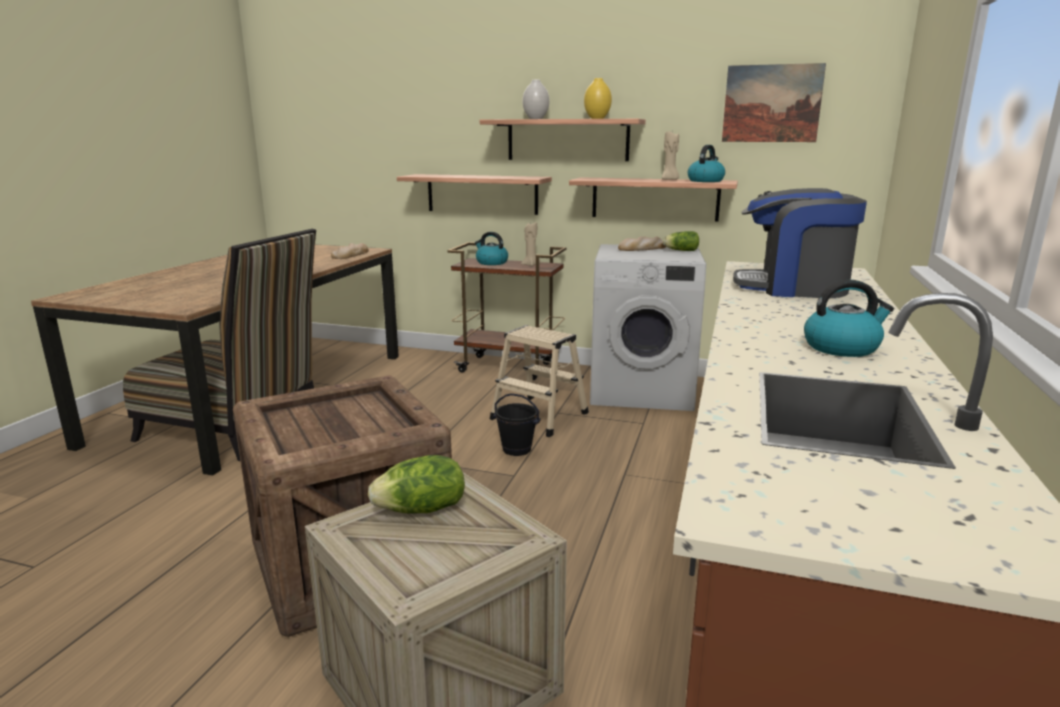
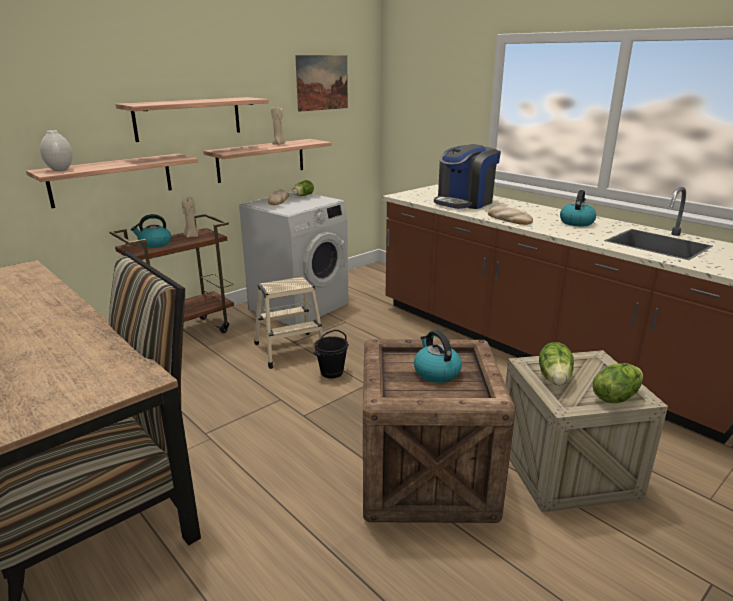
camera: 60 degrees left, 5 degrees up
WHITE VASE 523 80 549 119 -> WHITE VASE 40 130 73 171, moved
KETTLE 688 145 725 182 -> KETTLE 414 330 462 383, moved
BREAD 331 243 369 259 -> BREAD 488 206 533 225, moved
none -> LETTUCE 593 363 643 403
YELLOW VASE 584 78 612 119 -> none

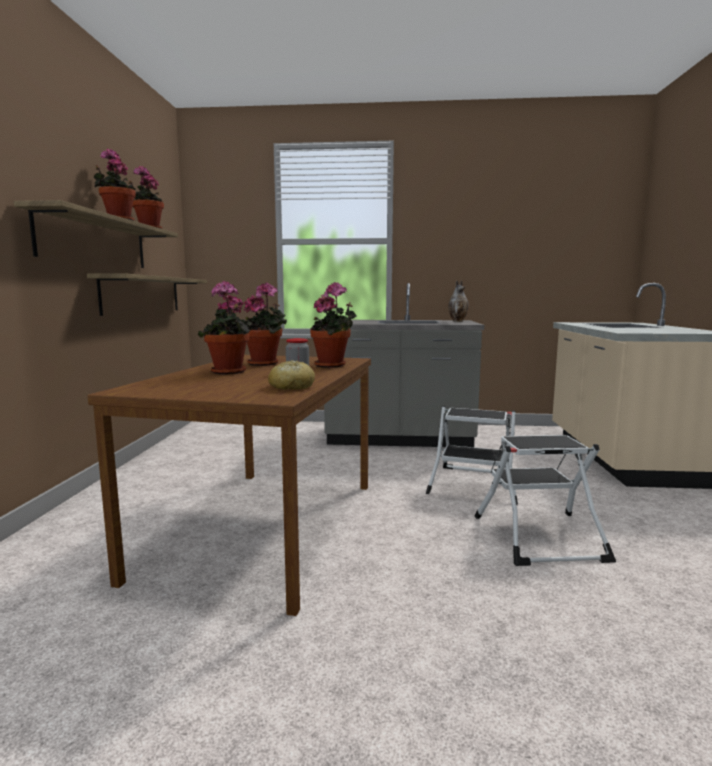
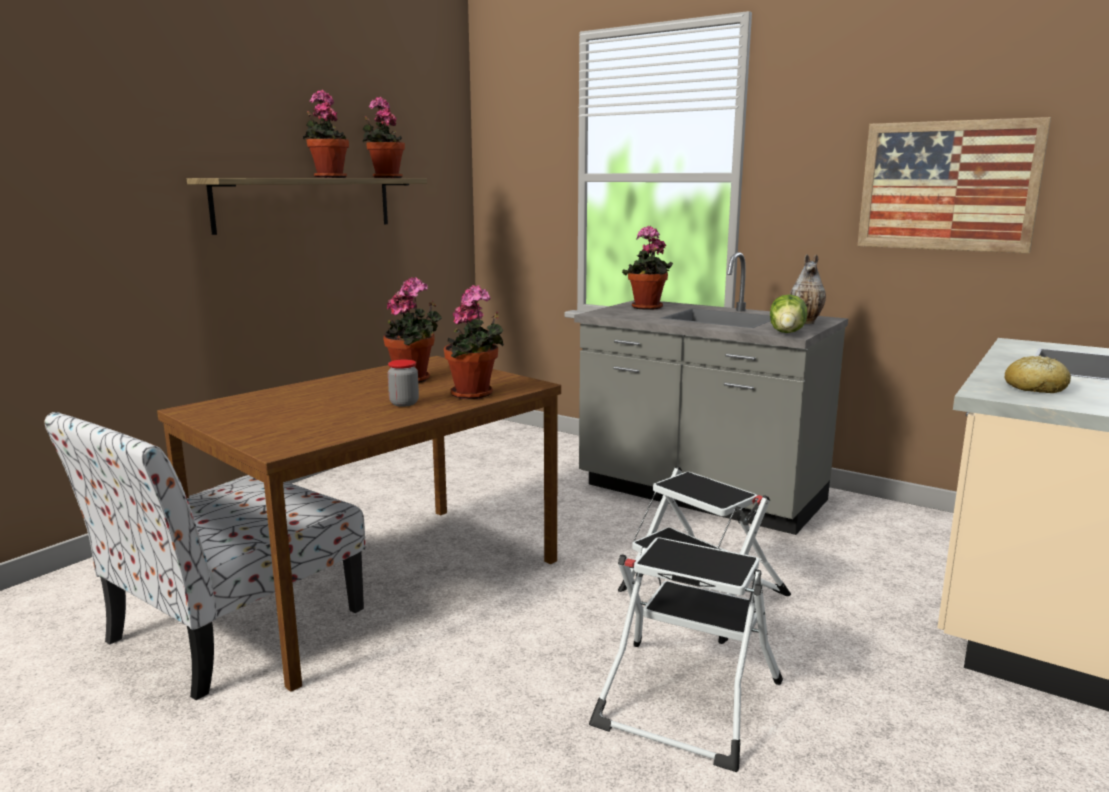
camera: 30 degrees right, 5 degrees up
none -> CHAIR 44 412 365 700
POTTED PLANT 198 281 252 375 -> POTTED PLANT 622 226 673 310, moved
none -> LETTUCE 770 294 807 333
none -> PICTURE 857 117 1051 254
BREAD 268 360 315 390 -> BREAD 1005 355 1071 393, moved
SHELF 87 273 207 316 -> none

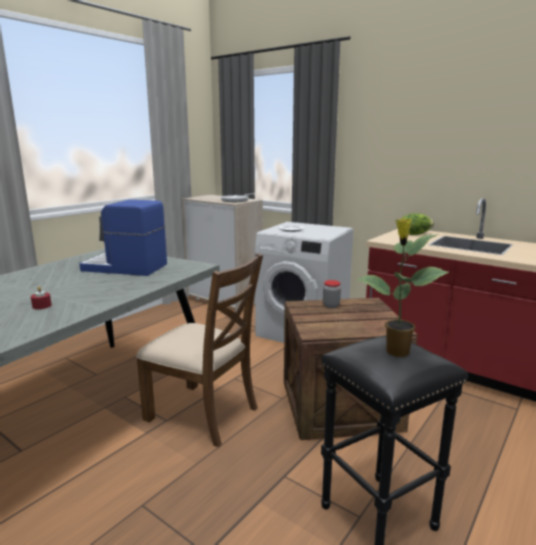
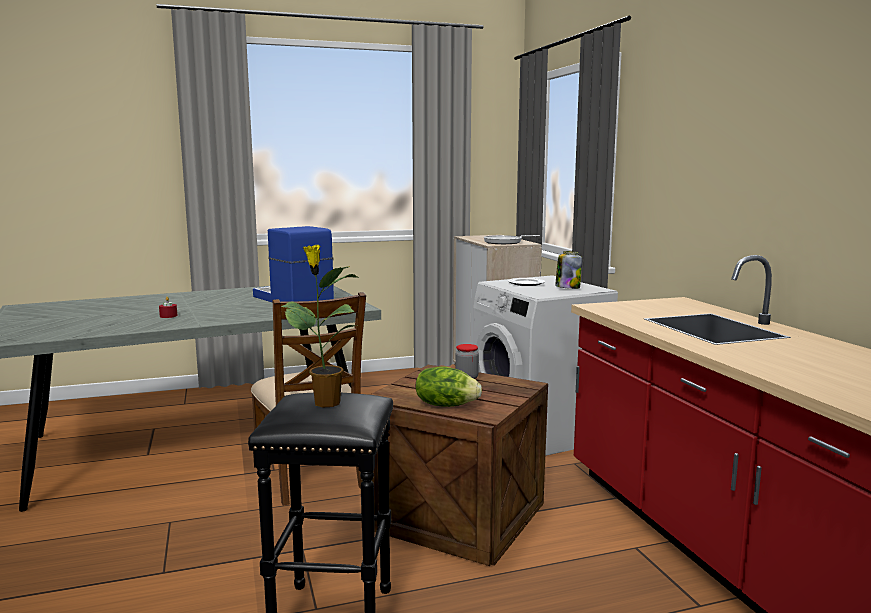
camera: 35 degrees right, 5 degrees down
LETTUCE 400 213 434 235 -> LETTUCE 416 367 482 407, moved
none -> JAR 555 251 583 289

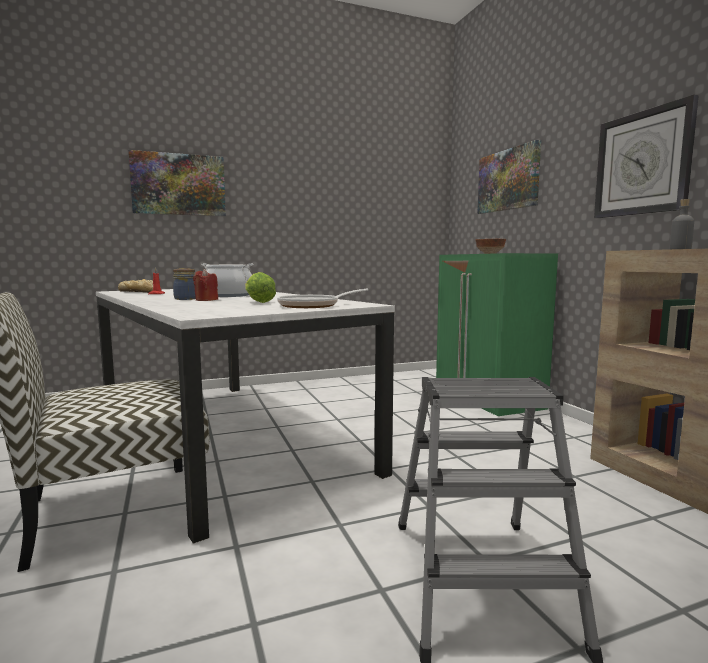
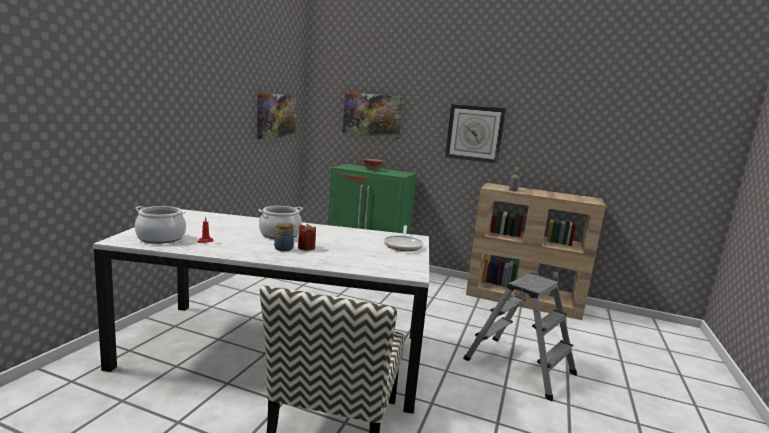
camera: 50 degrees left, 5 degrees up
BREAD 118 279 161 293 -> COOKING POT 135 206 186 244
PICTURE 129 150 226 216 -> PICTURE 257 92 297 139, moved
LETTUCE 245 272 276 303 -> none

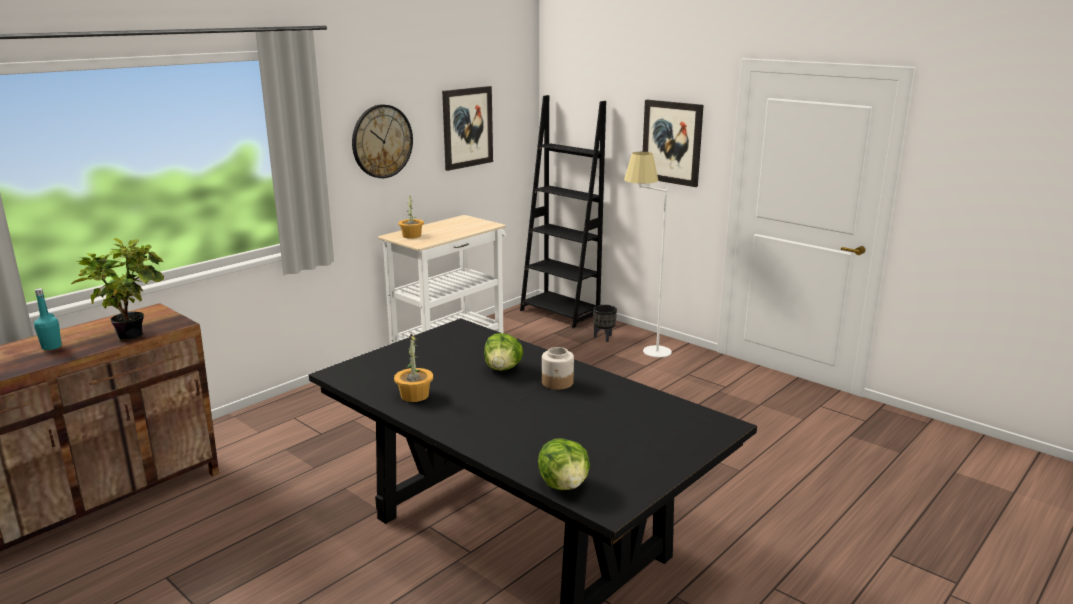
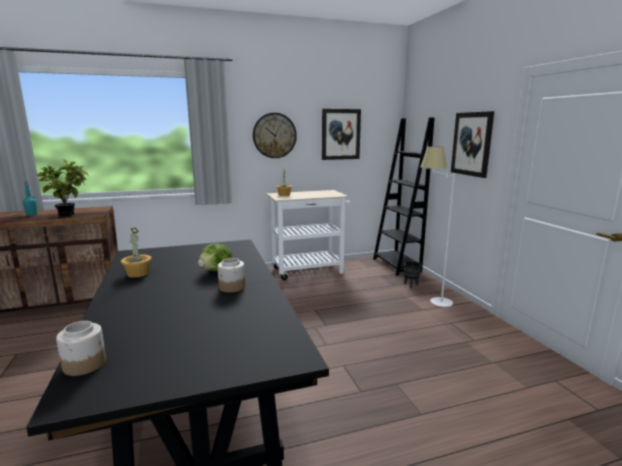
camera: 30 degrees right, 5 degrees down
LETTUCE 538 438 590 490 -> JAR 56 321 106 376

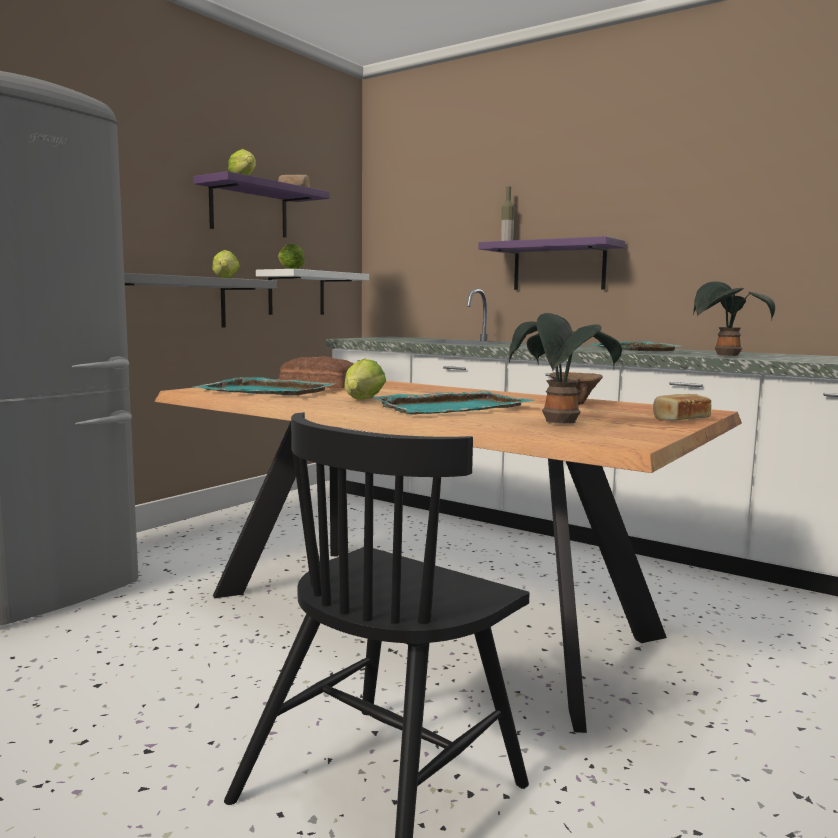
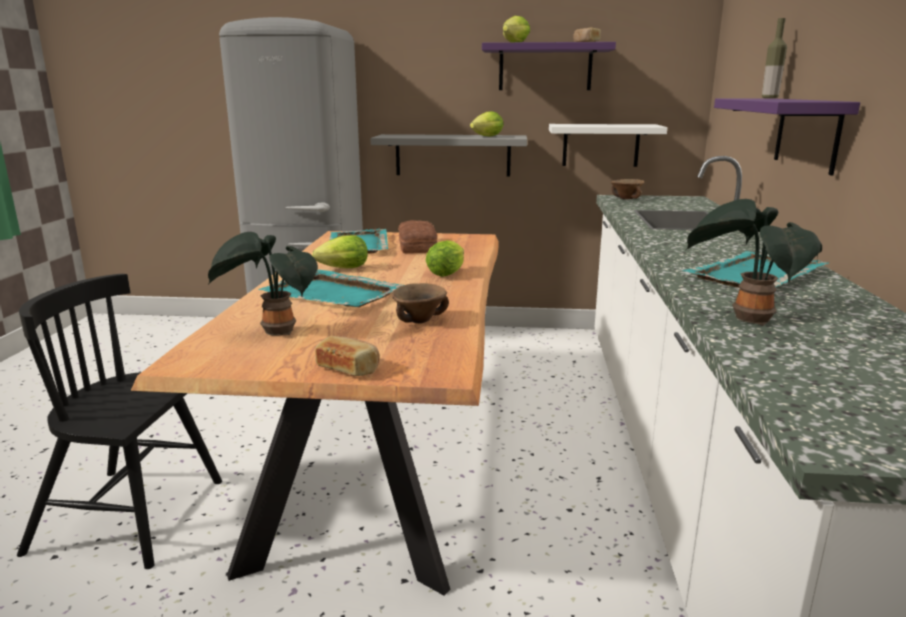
camera: 60 degrees right, 10 degrees up
LETTUCE 278 244 305 269 -> LETTUCE 426 240 464 277, moved
none -> BROWN BOWL 611 179 644 200

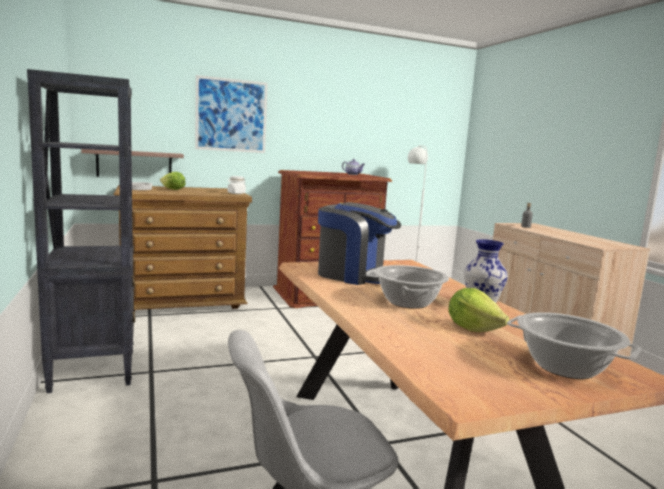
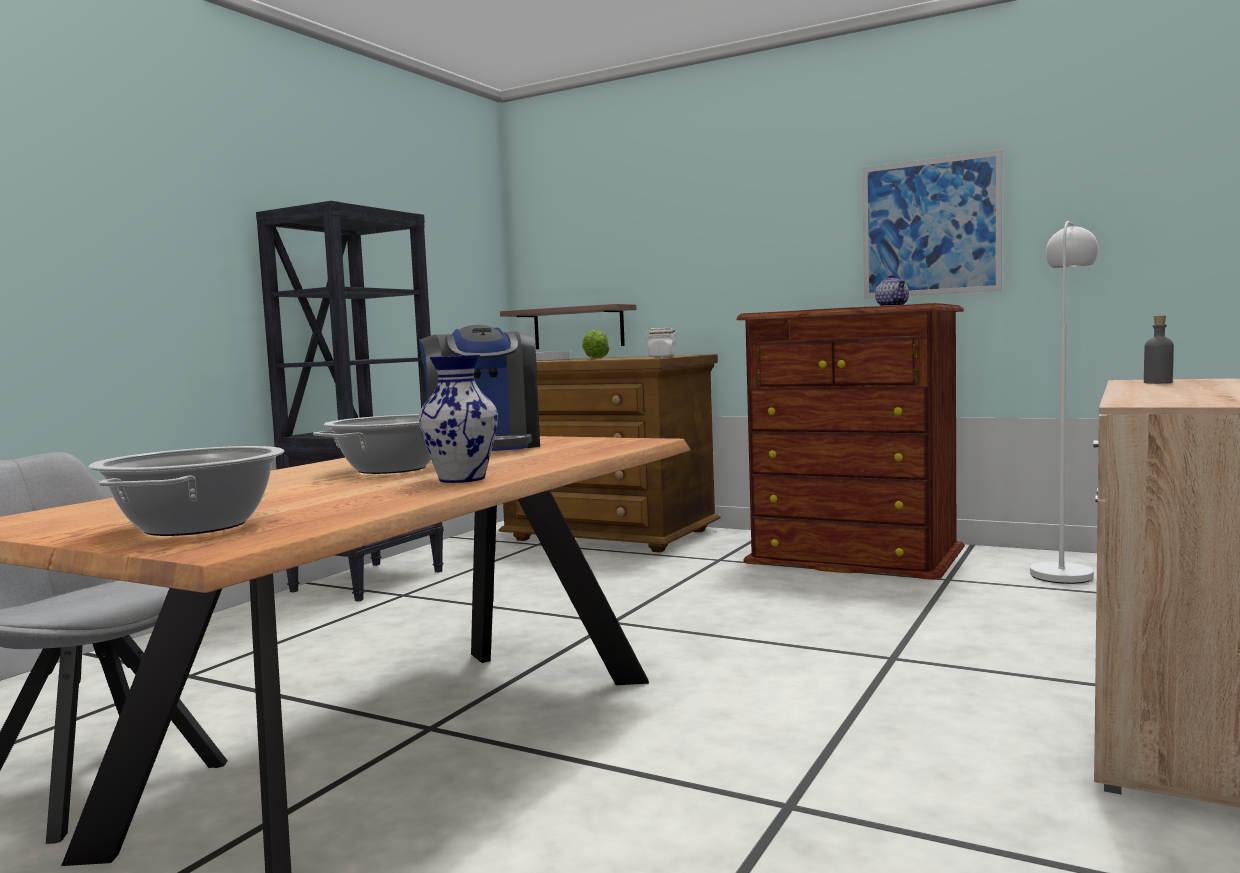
camera: 50 degrees right, 5 degrees down
PICTURE 195 75 268 153 -> PICTURE 862 150 1002 298, moved
LETTUCE 448 288 509 332 -> none

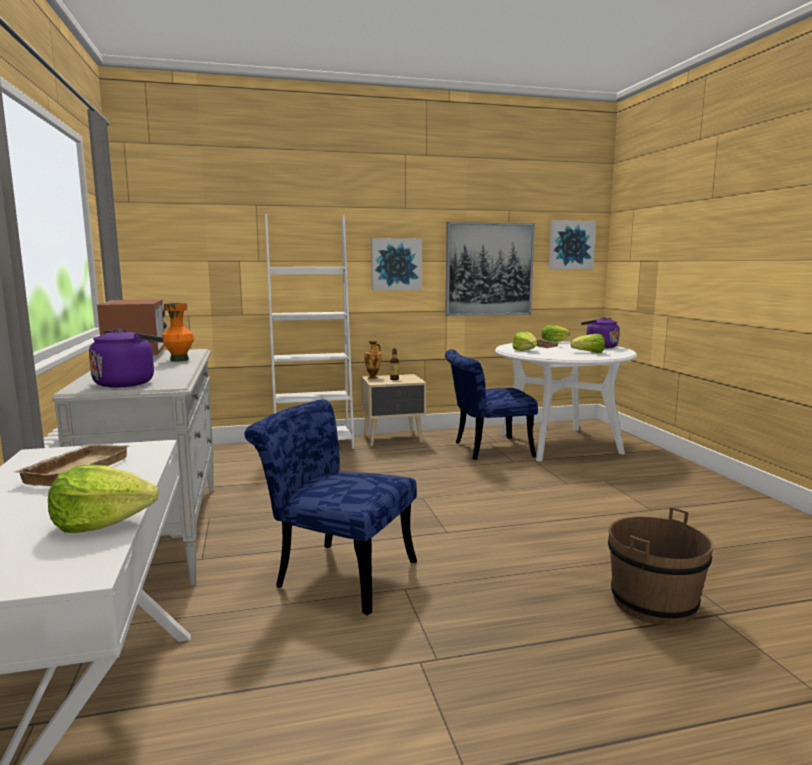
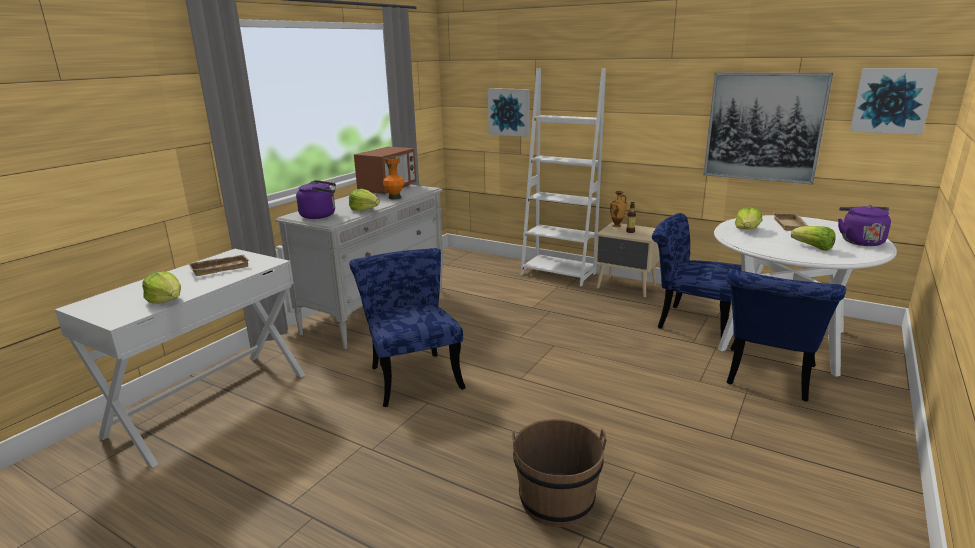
camera: 45 degrees right, 10 degrees up
LETTUCE 541 325 570 342 -> LETTUCE 349 189 380 211, moved
PICTURE 371 238 422 290 -> PICTURE 488 88 530 137, moved
none -> BLUE CHAIR 726 269 846 401

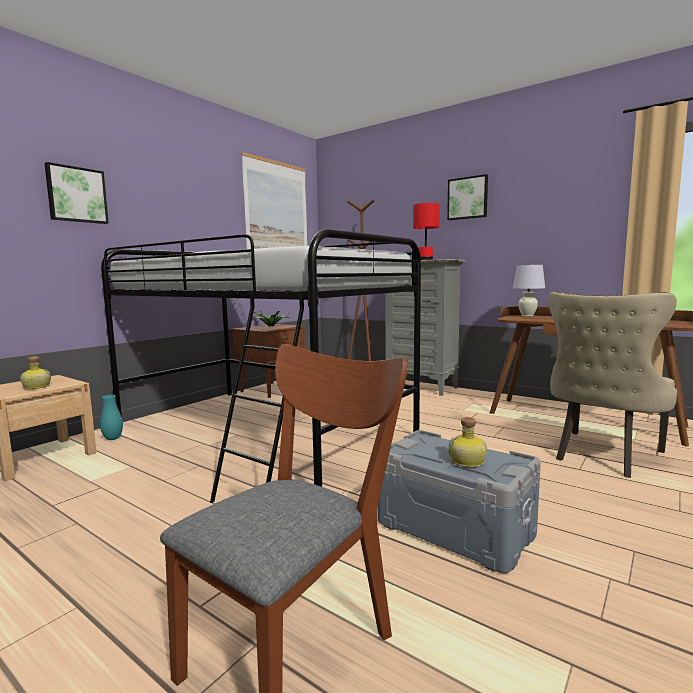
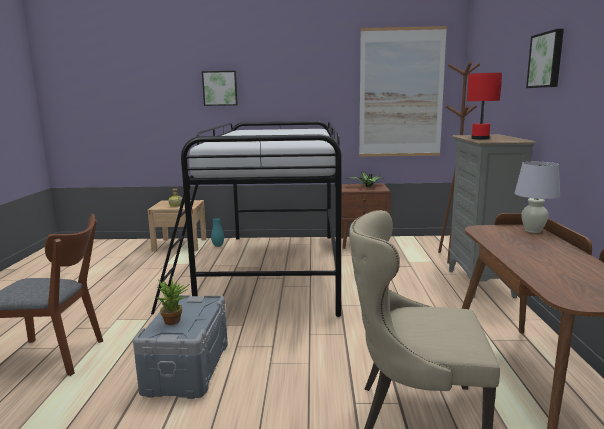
camera: 55 degrees right, 5 degrees up
BOTTLE 449 417 487 467 -> POTTED PLANT 155 276 190 325

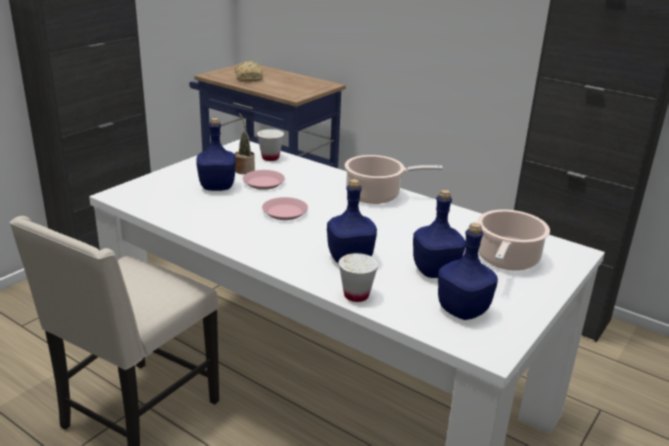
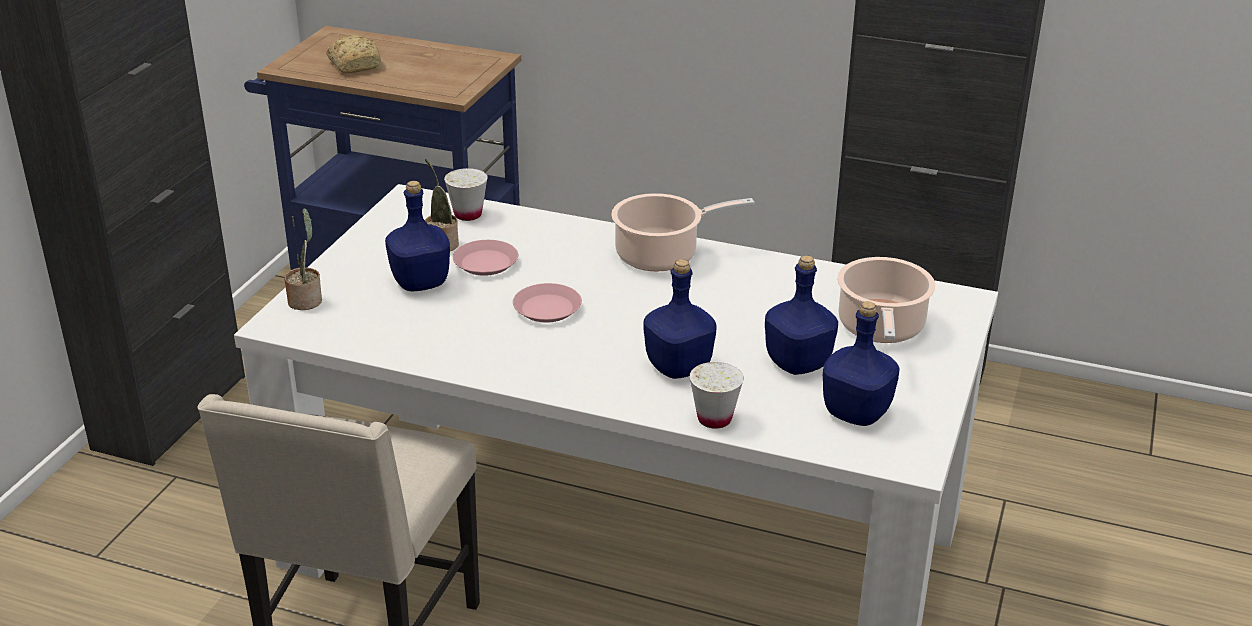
camera: 15 degrees left, 5 degrees up
none -> POTTED PLANT 284 208 322 310

